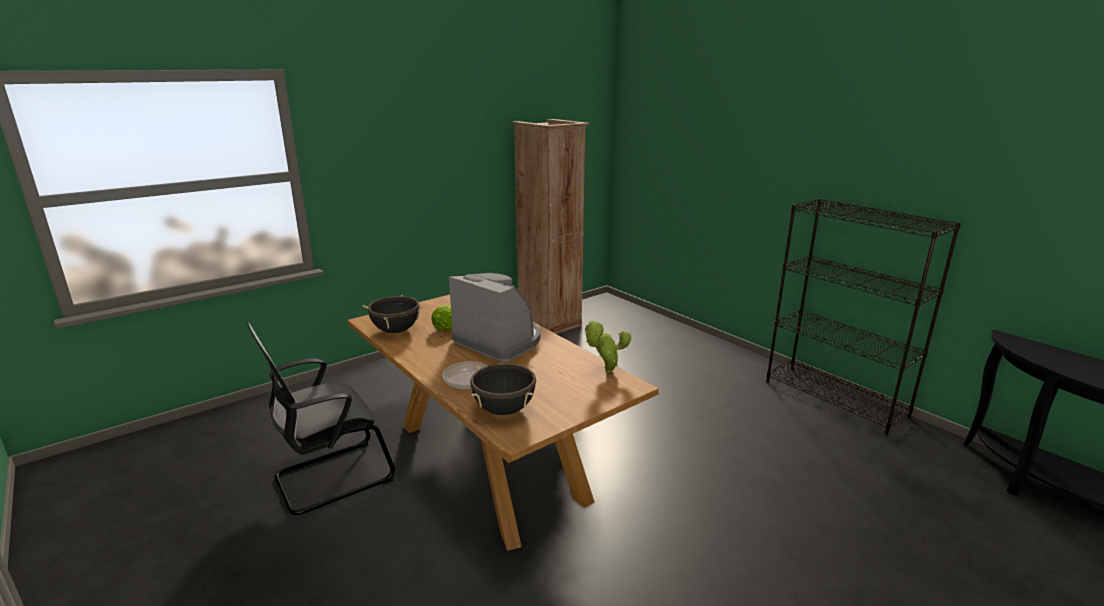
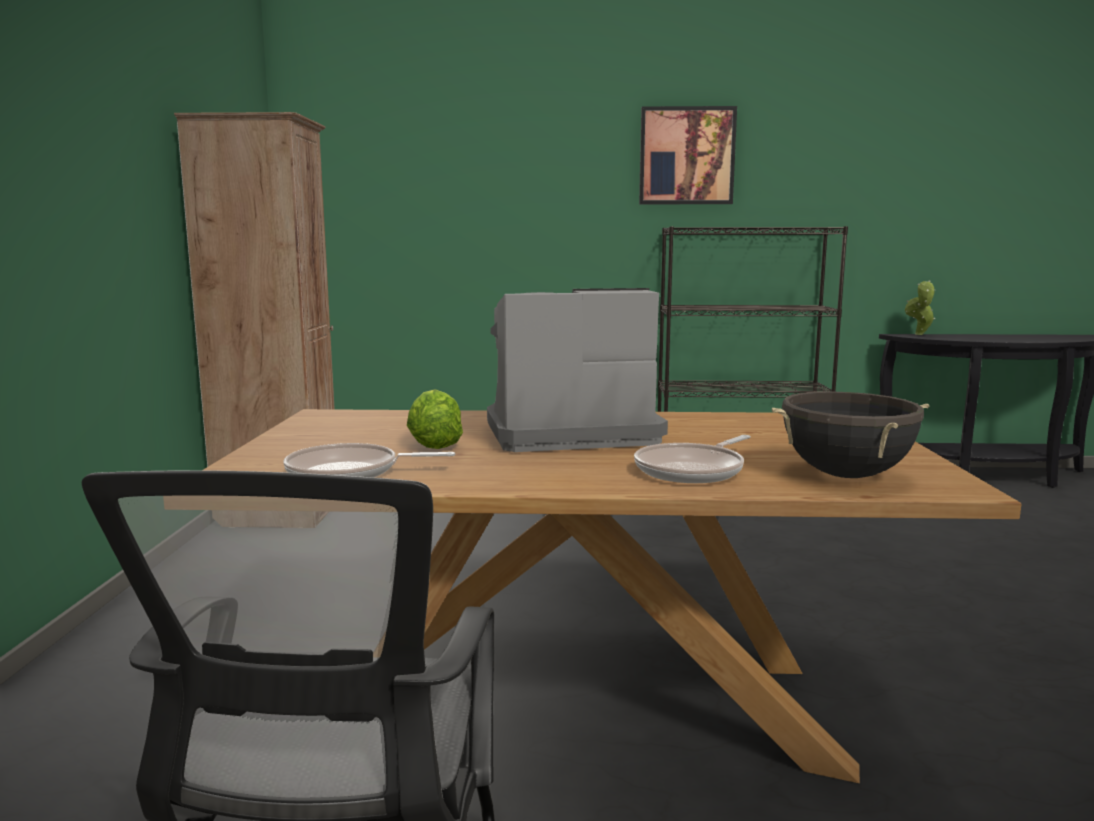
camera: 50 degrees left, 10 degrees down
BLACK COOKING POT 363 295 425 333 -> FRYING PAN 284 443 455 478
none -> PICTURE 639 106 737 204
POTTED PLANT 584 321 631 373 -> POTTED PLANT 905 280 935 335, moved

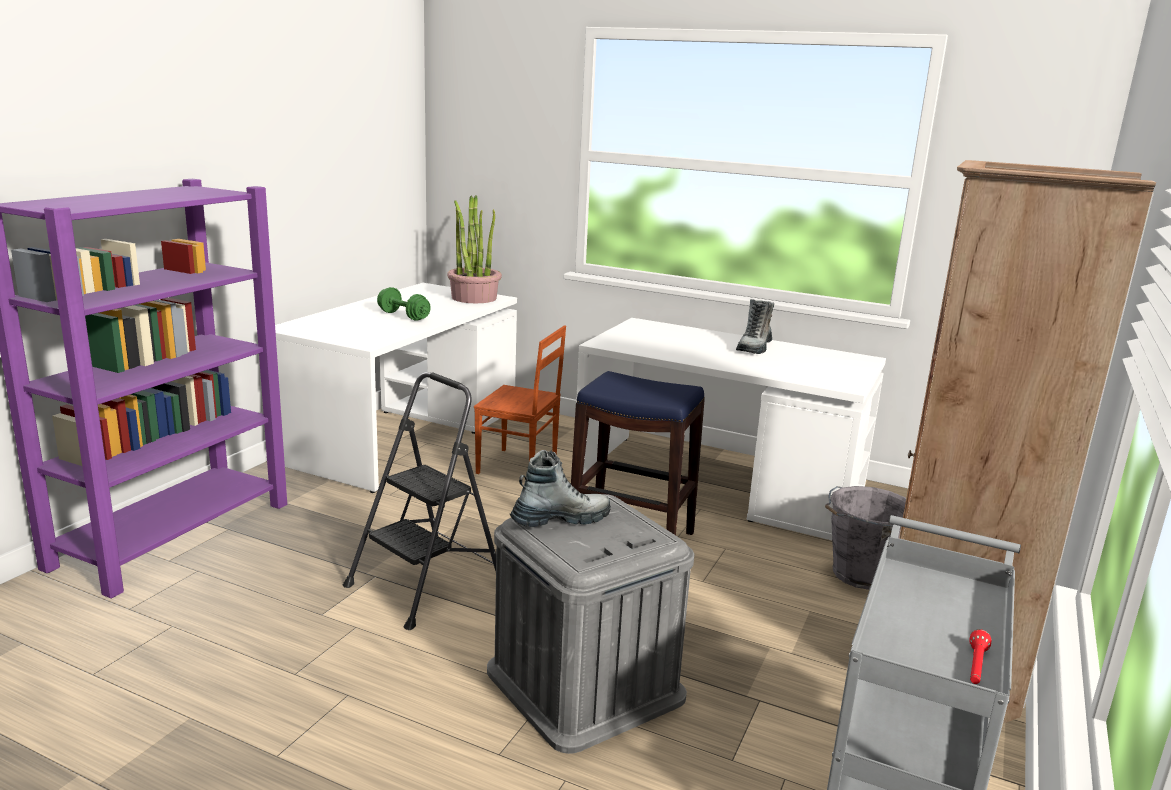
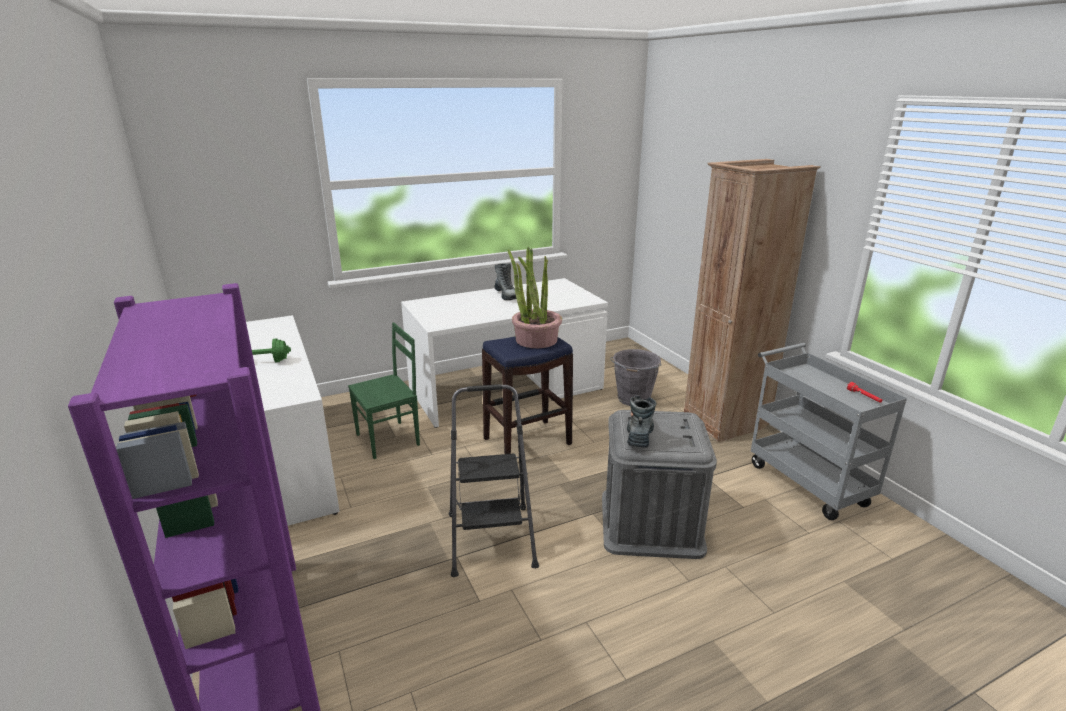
camera: 50 degrees left, 5 degrees up
BROWN CHAIR 474 325 566 474 -> GREEN CHAIR 348 322 420 459
POTTED PLANT 447 195 502 303 -> POTTED PLANT 507 247 562 348, moved

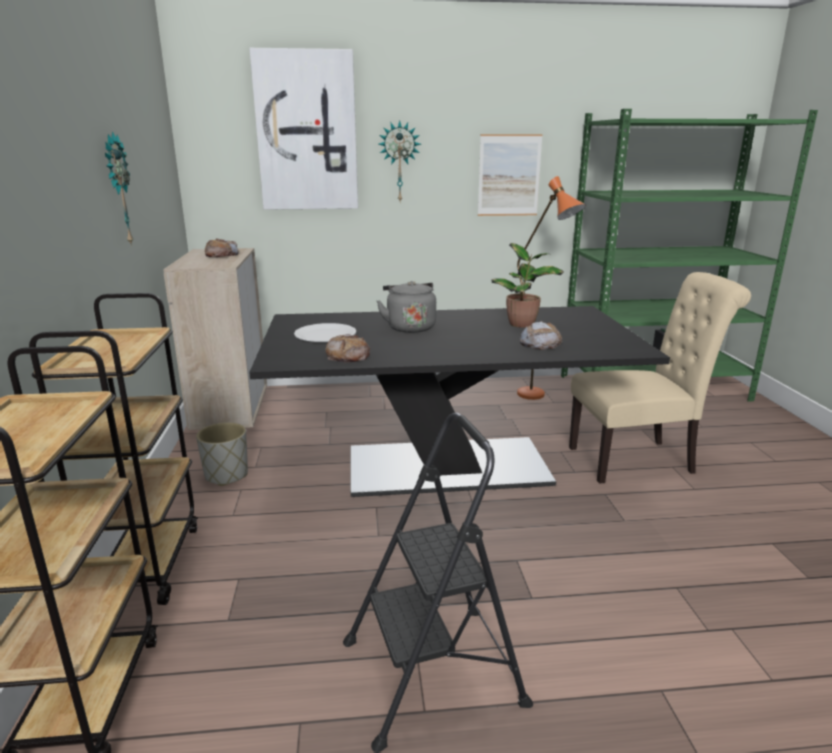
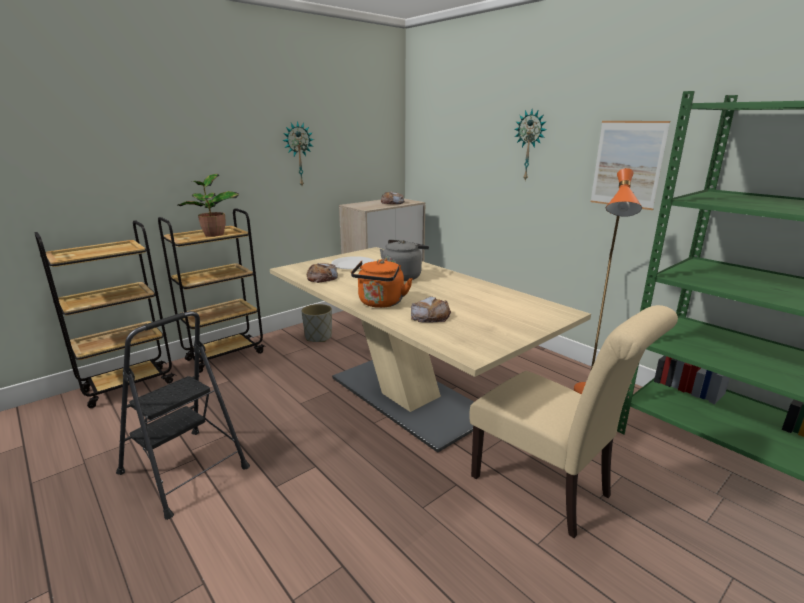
camera: 55 degrees right, 0 degrees up
POTTED PLANT 491 243 564 328 -> POTTED PLANT 178 174 239 237, moved
BLACK DINING TABLE 249 306 670 497 -> BEIGE DINING TABLE 270 247 591 453
none -> ORANGE KETTLE 351 259 413 308
PICTURE 249 48 358 210 -> none

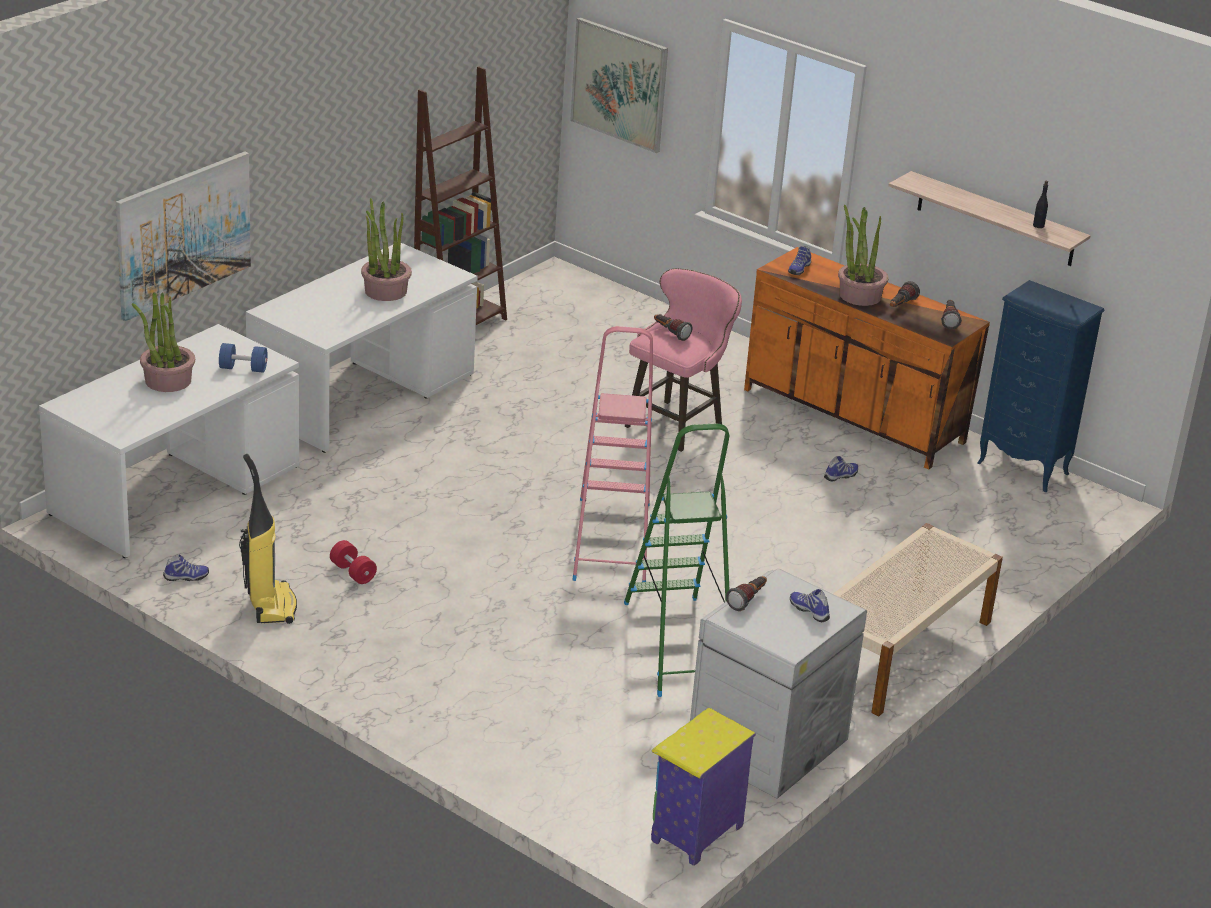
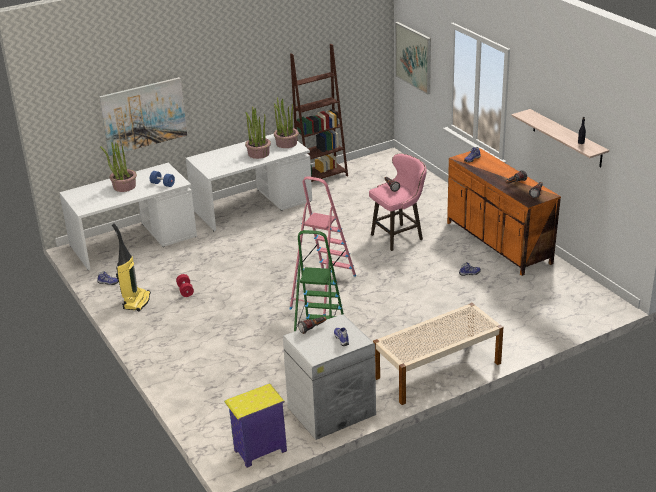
camera: 25 degrees right, 0 degrees up
POTTED PLANT 838 205 889 306 -> POTTED PLANT 274 97 299 148, moved
BLUE DRESSER 977 280 1105 492 -> none

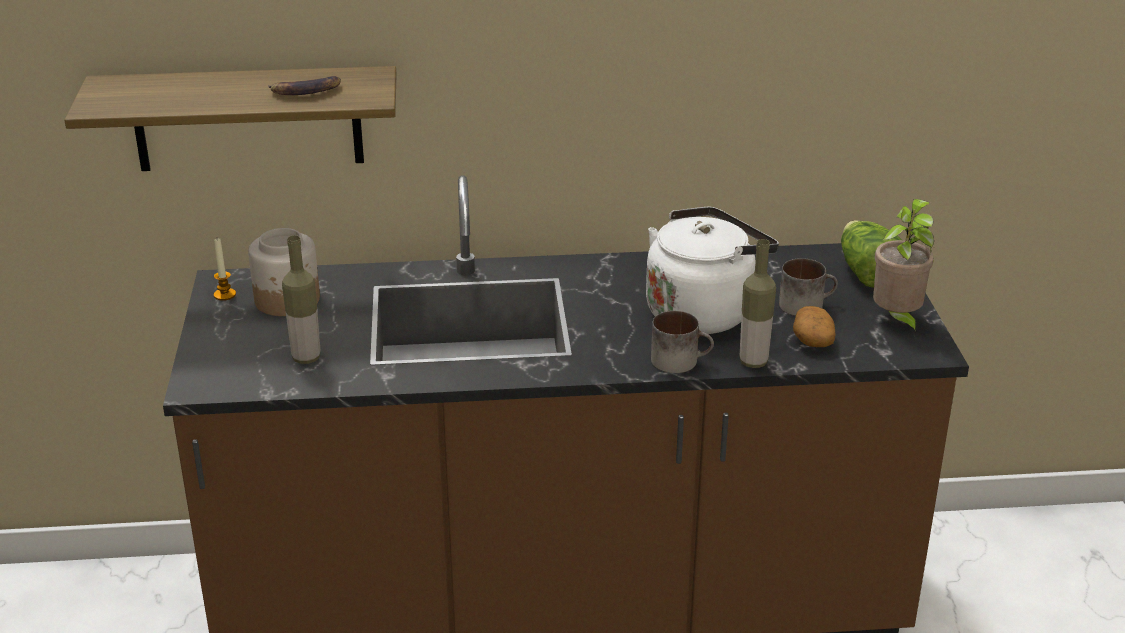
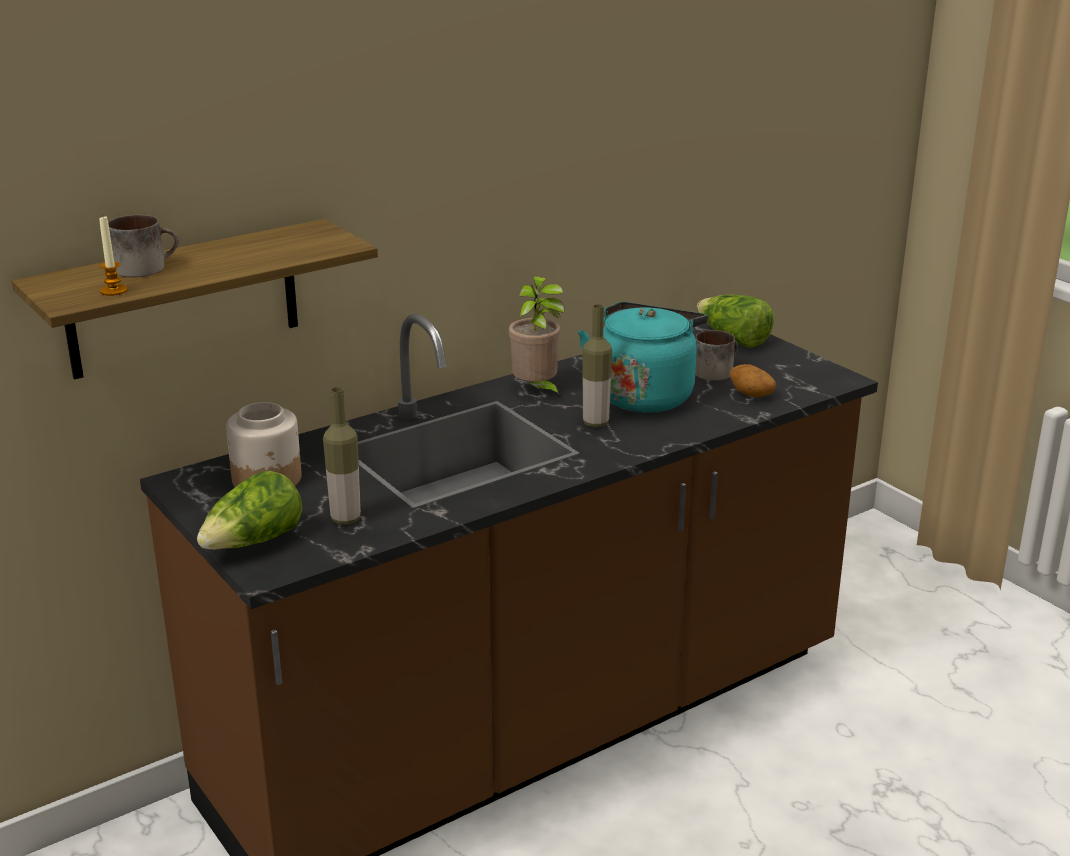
camera: 30 degrees left, 5 degrees down
CANDLE 214 238 236 301 -> CANDLE 99 216 128 296, moved
MUG 651 311 714 373 -> MUG 108 215 178 277, moved
none -> LETTUCE 197 471 302 550
POTTED PLANT 873 199 934 335 -> POTTED PLANT 509 276 565 398, moved
WHITE KETTLE 646 206 779 334 -> TURQUOISE KETTLE 578 302 708 413
BOTTLE 740 239 776 368 -> BOTTLE 583 304 612 427, moved
BANANA 268 76 341 95 -> none

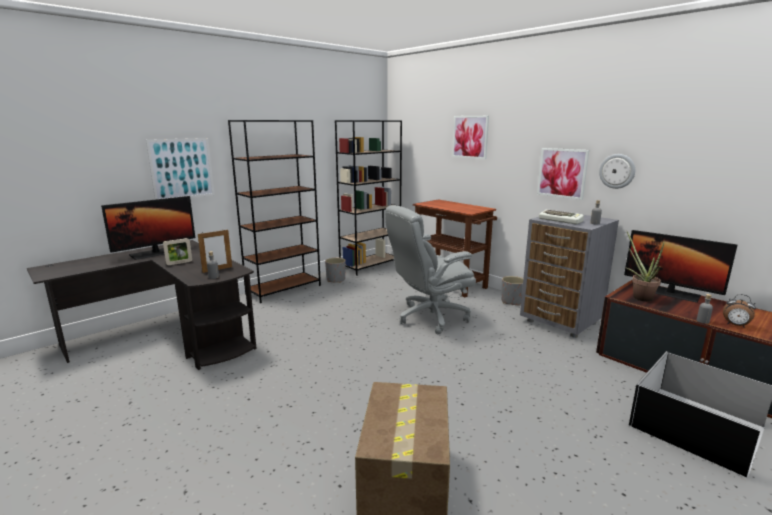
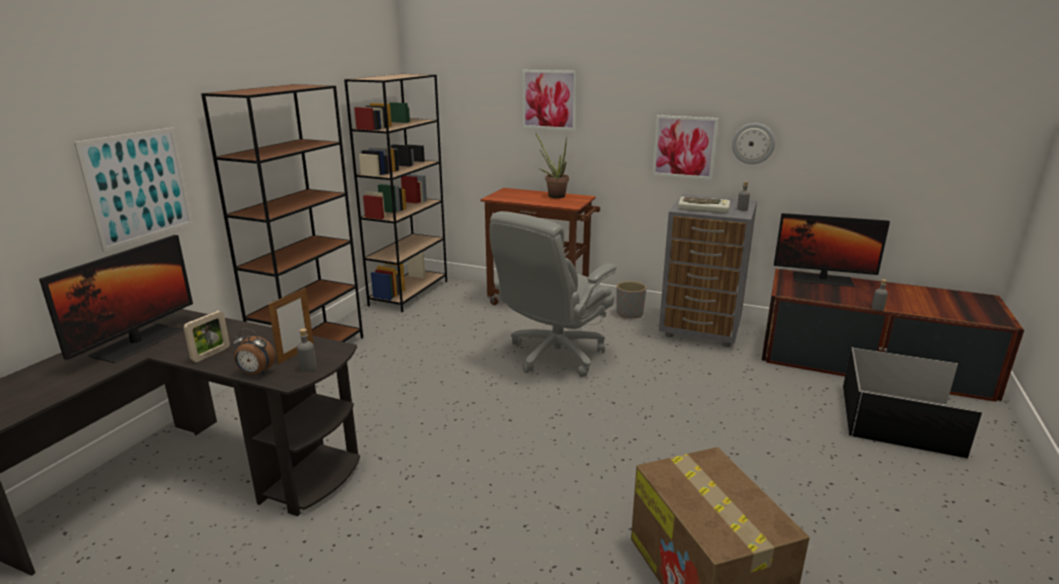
camera: 25 degrees left, 5 degrees up
ALARM CLOCK 723 294 756 328 -> ALARM CLOCK 233 329 276 375, moved
POTTED PLANT 625 232 665 302 -> POTTED PLANT 535 132 569 198, moved
GREY PLANTER 325 258 346 283 -> none

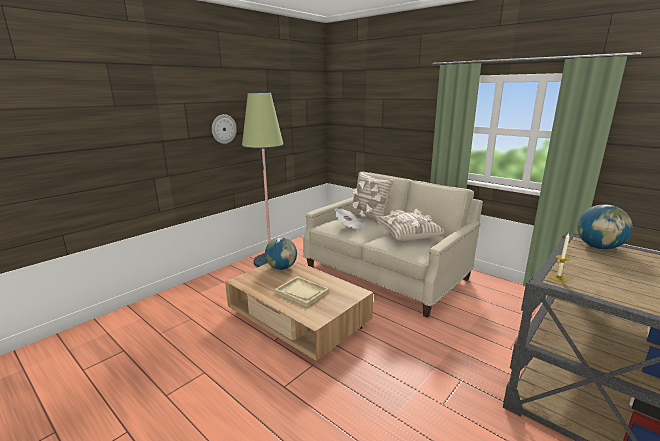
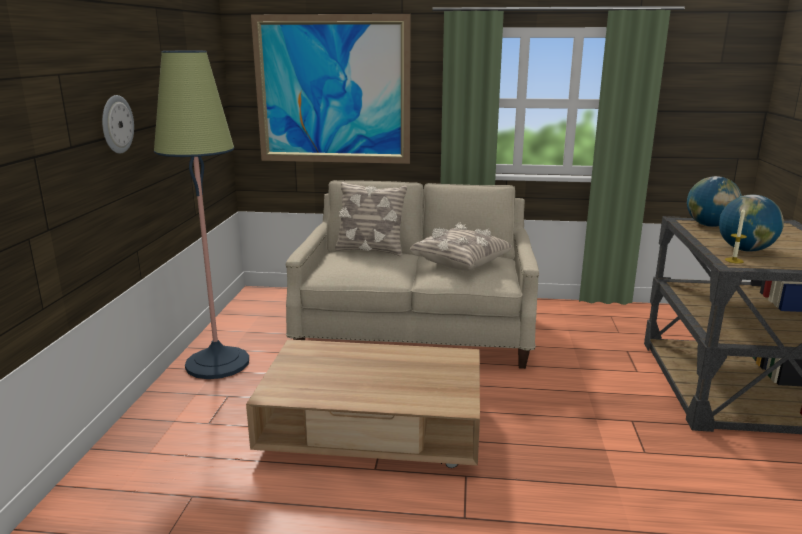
camera: 35 degrees left, 0 degrees up
none -> PICTURE 251 14 411 164
GLOBE 265 237 297 270 -> GLOBE 719 194 784 252, moved
BEIGE TRAY 275 276 329 307 -> none
NEWSPAPER 335 209 363 231 -> none

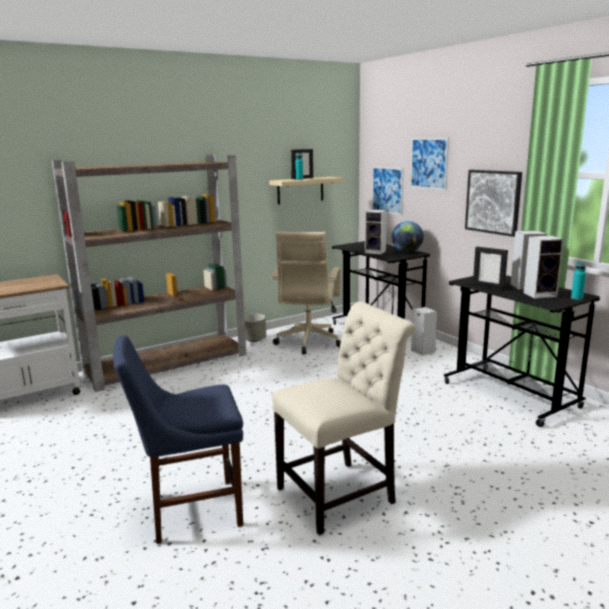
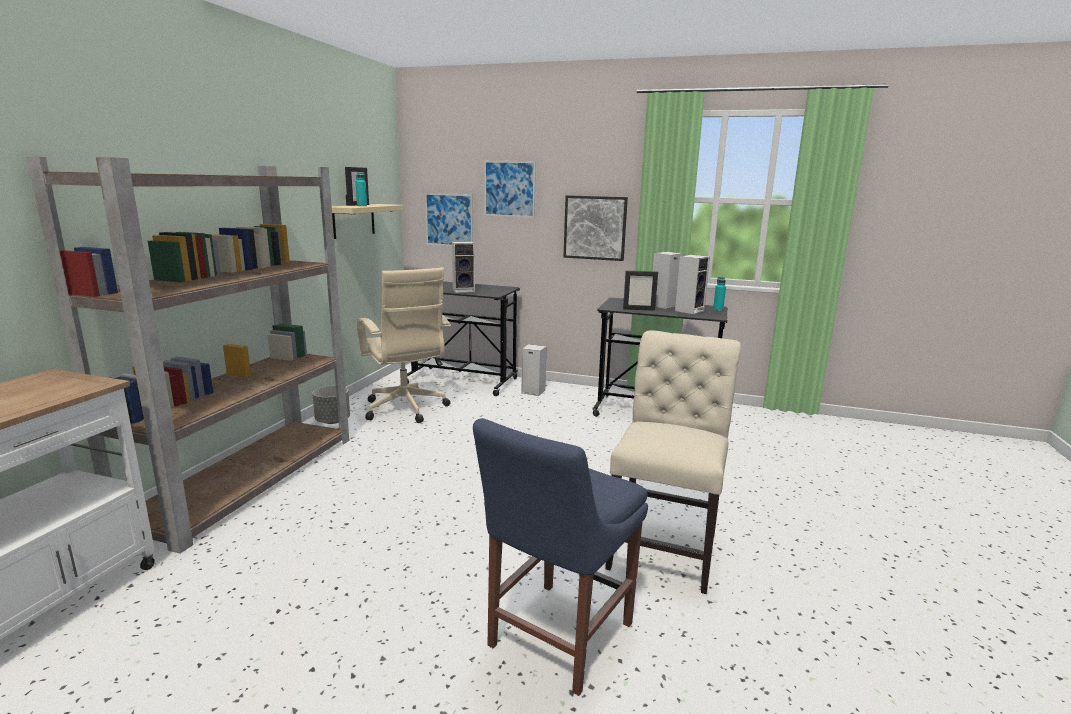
camera: 40 degrees left, 0 degrees up
GLOBE 392 221 424 253 -> none

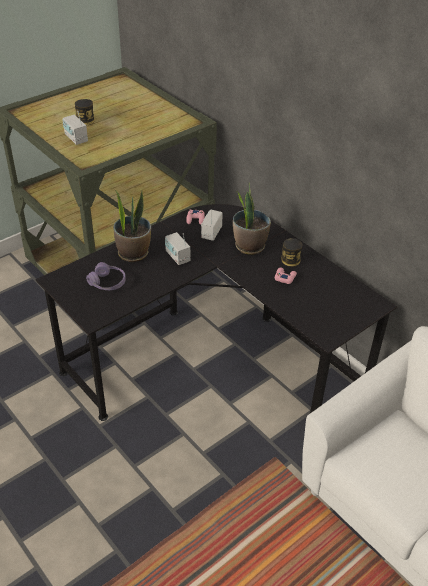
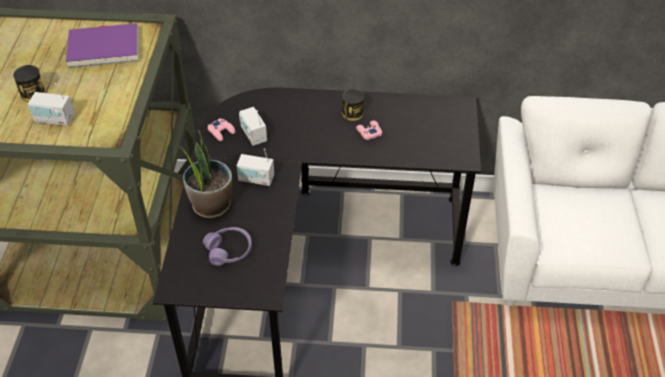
camera: 45 degrees left, 5 degrees up
none -> PURPLE BOOK 66 23 139 68
POTTED PLANT 233 183 271 255 -> none

